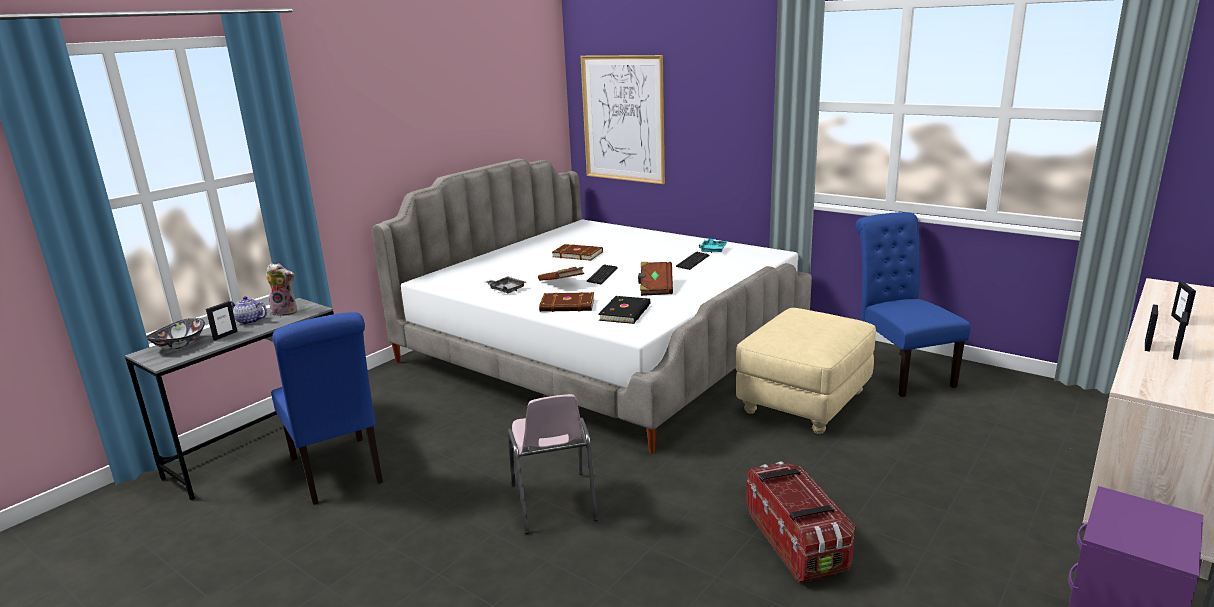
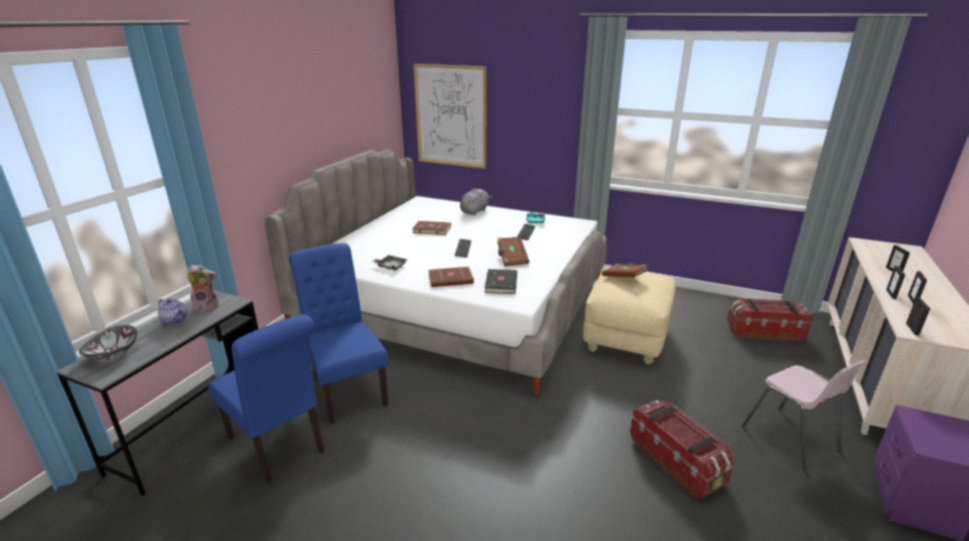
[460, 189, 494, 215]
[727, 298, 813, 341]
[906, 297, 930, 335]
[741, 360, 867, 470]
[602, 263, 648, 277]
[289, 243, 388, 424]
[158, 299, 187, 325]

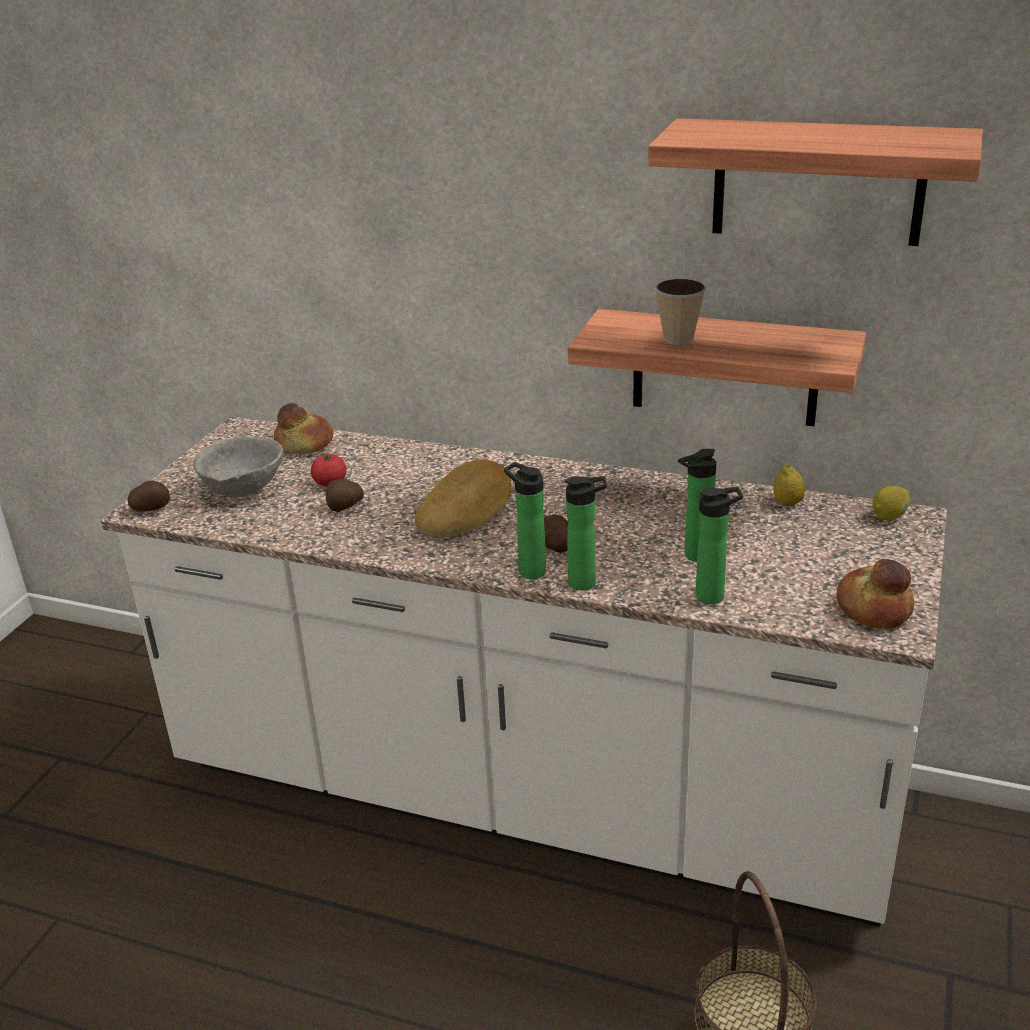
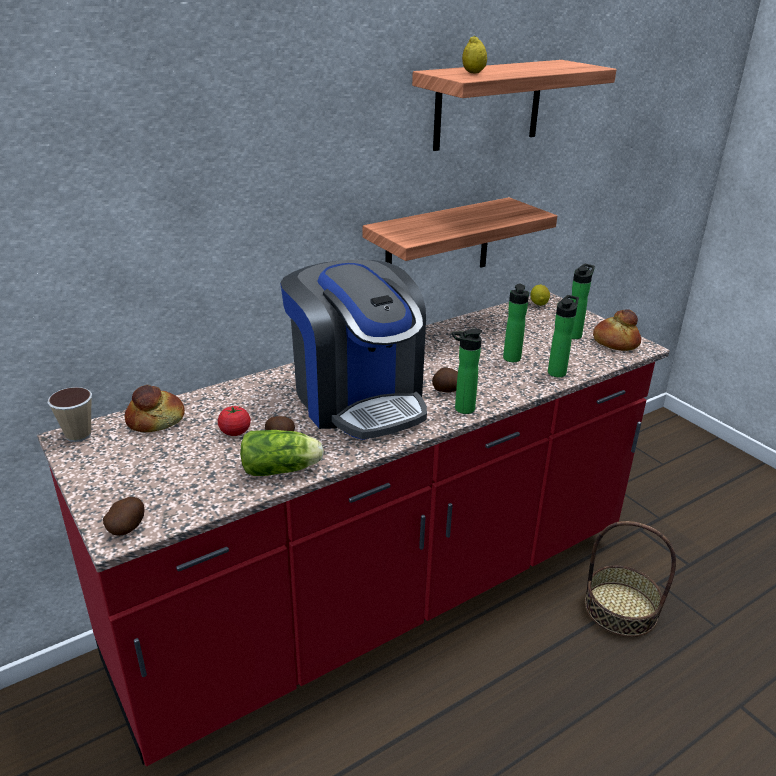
[193, 436, 283, 498] (first image)
[240, 430, 324, 476]
[571, 264, 595, 339]
[47, 387, 92, 442]
[462, 36, 487, 73]
[280, 260, 427, 440]
[37, 292, 670, 766]

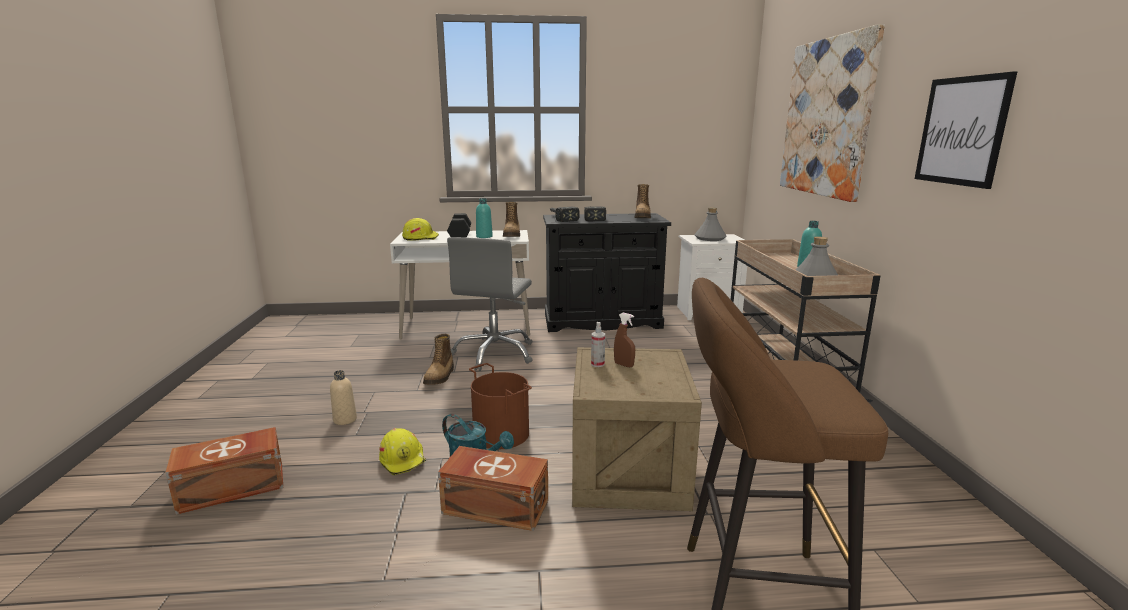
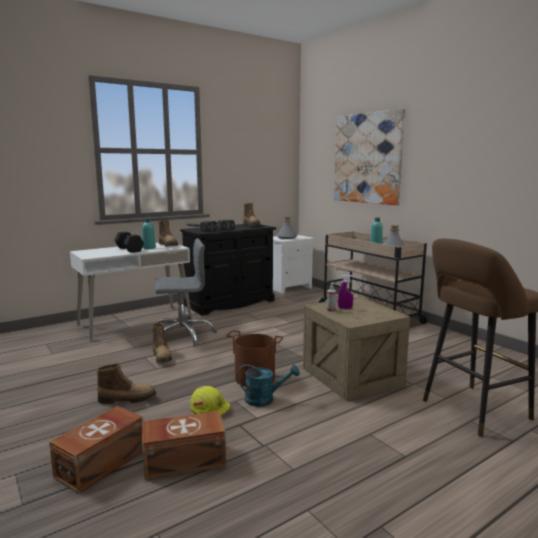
[402, 218, 439, 241] (first image)
[915, 71, 1018, 189] (first image)
[142, 411, 226, 480]
[97, 363, 156, 404]
[338, 275, 353, 309]
[152, 238, 217, 347]

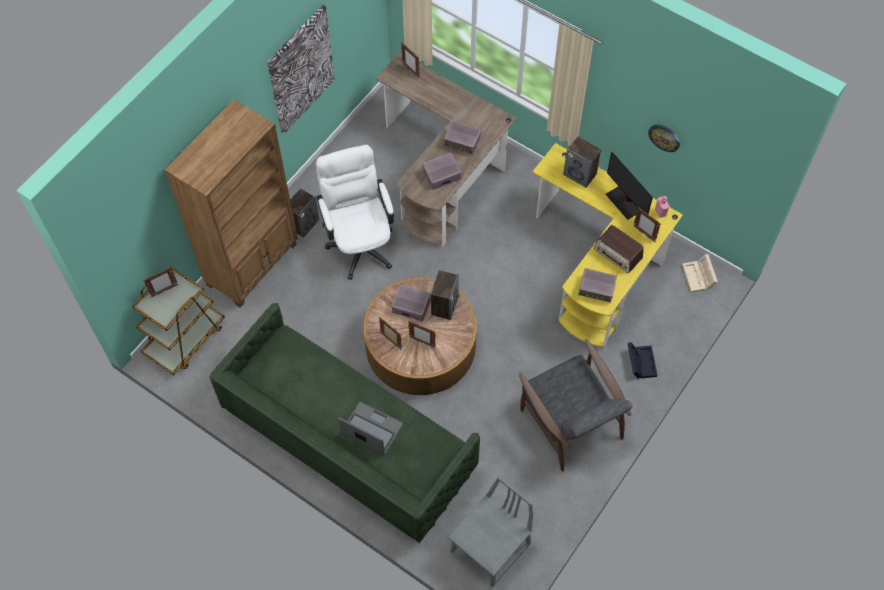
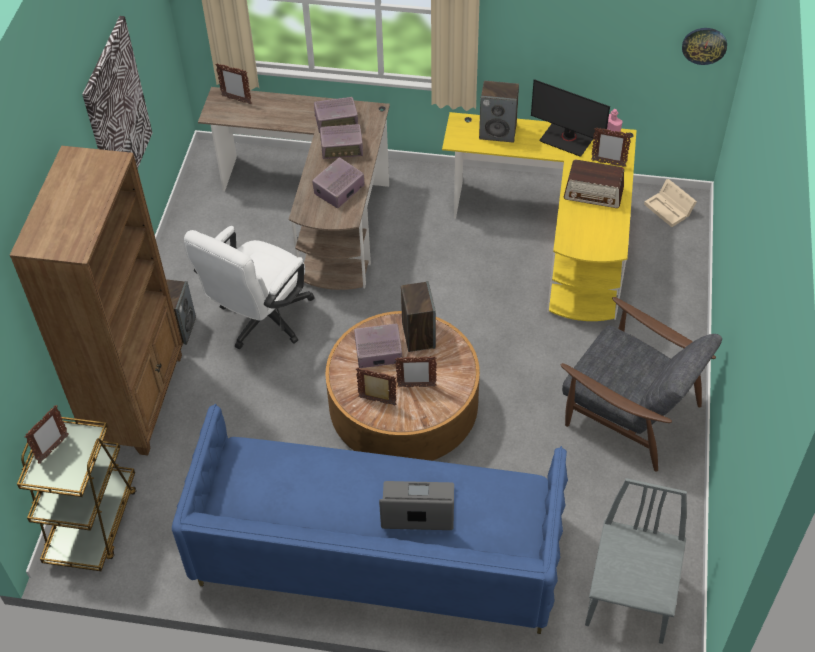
[627, 342, 657, 379] (first image)
[314, 97, 358, 133]
[682, 28, 727, 65]
[172, 404, 568, 634]
[184, 226, 315, 349]

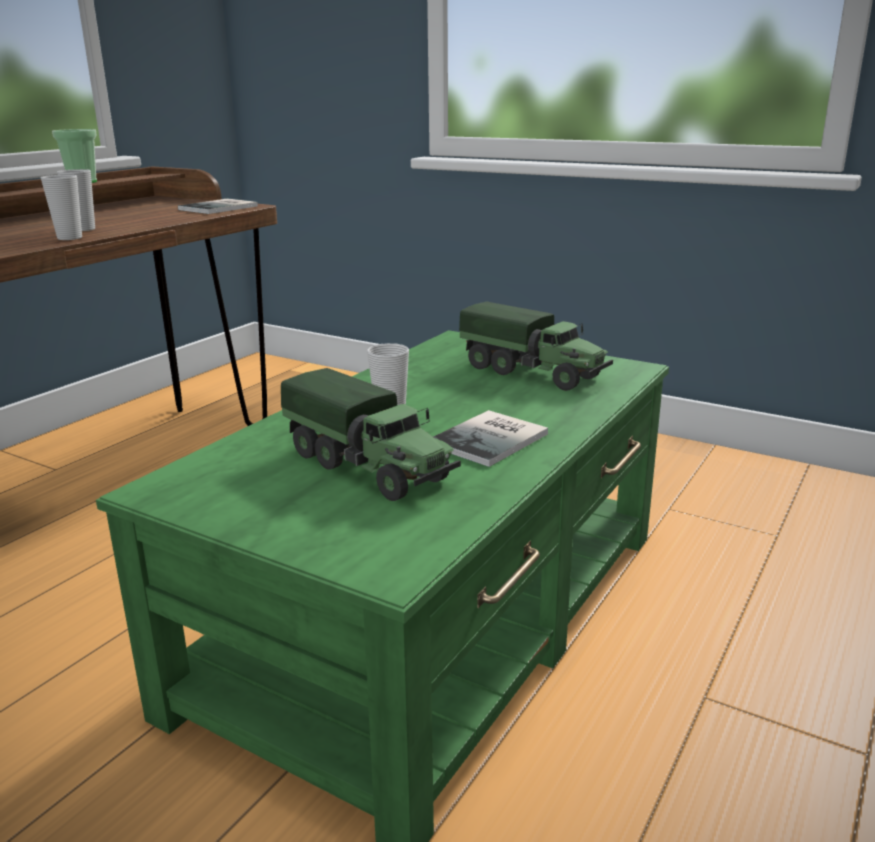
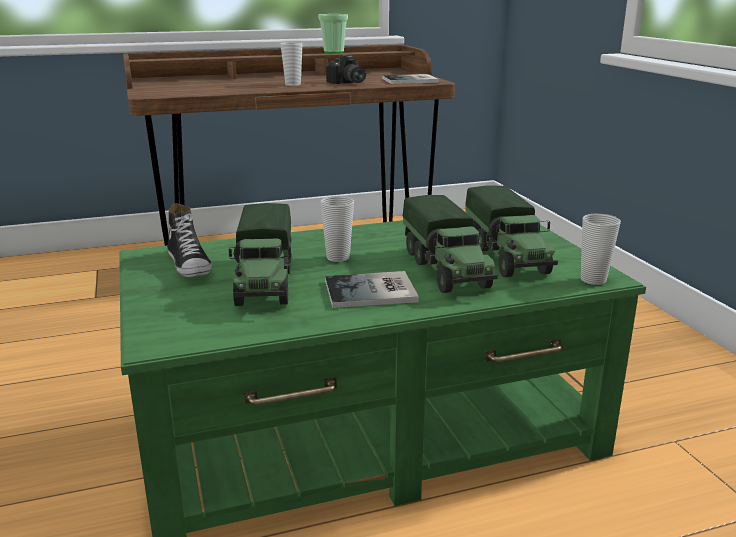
[167, 203, 212, 277]
[326, 54, 366, 84]
[403, 195, 498, 293]
[581, 214, 621, 285]

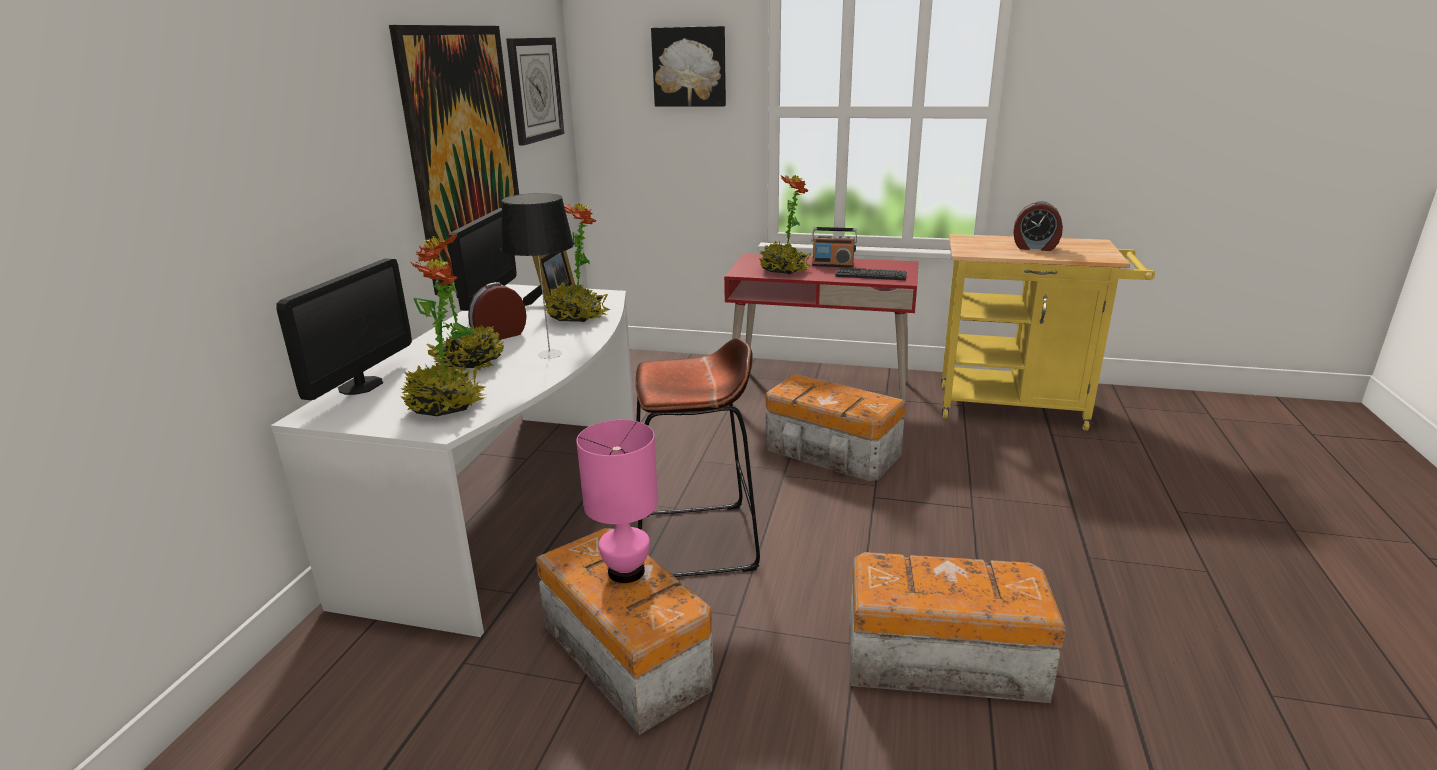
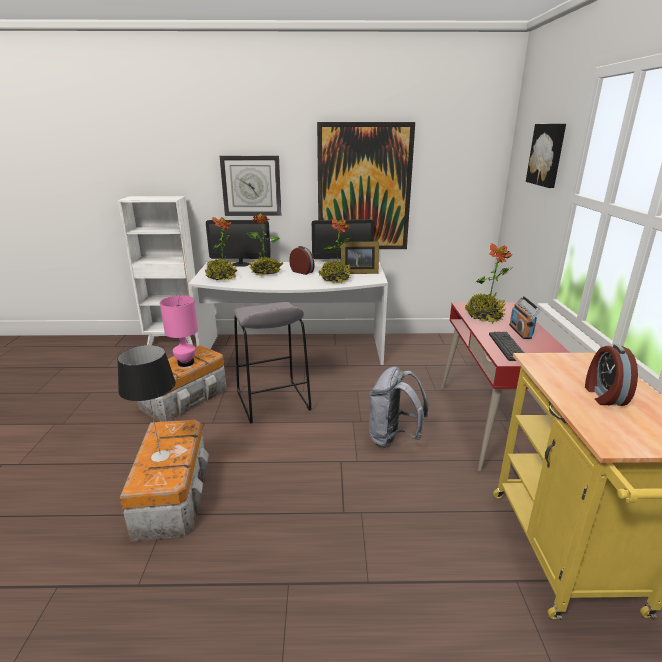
[118, 196, 195, 345]
[117, 345, 176, 462]
[220, 156, 282, 216]
[369, 366, 428, 448]
[234, 302, 312, 423]

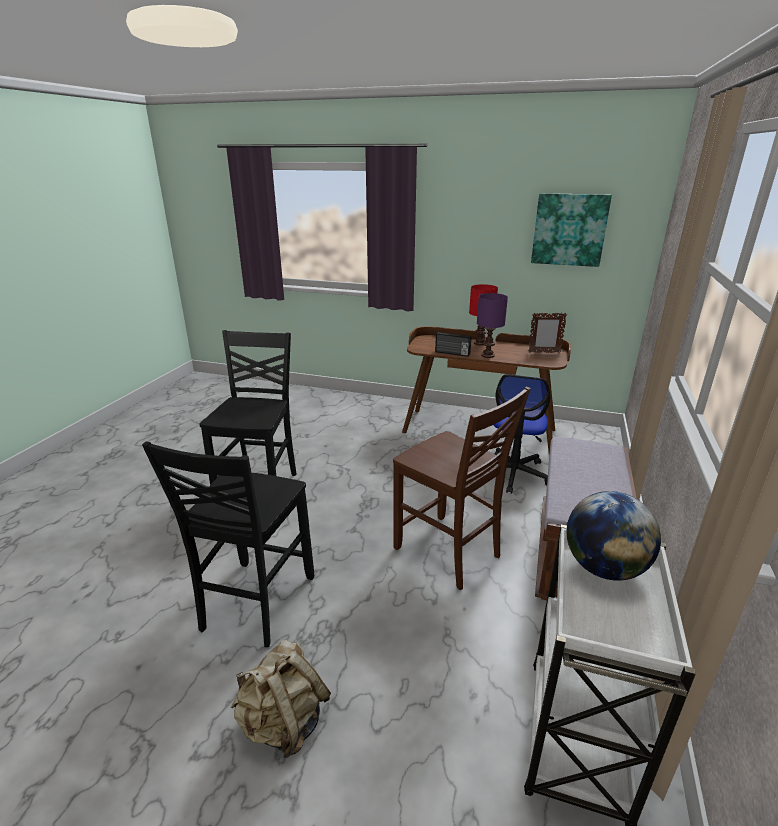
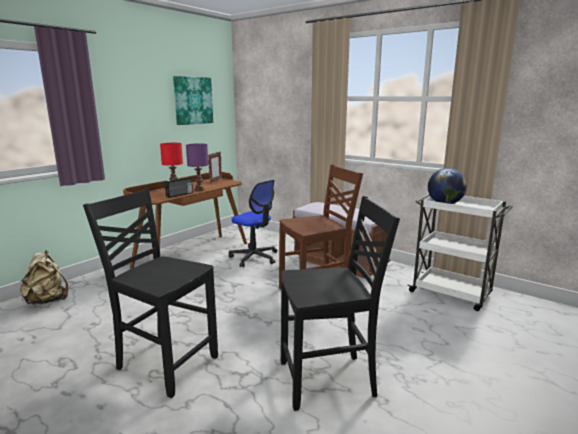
[20, 250, 68, 305]
[281, 196, 400, 411]

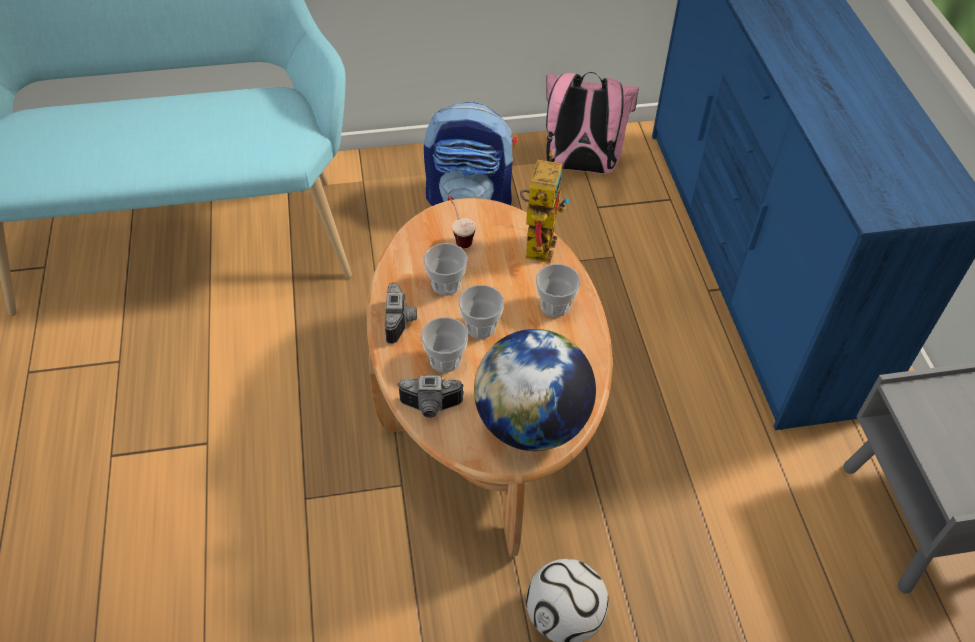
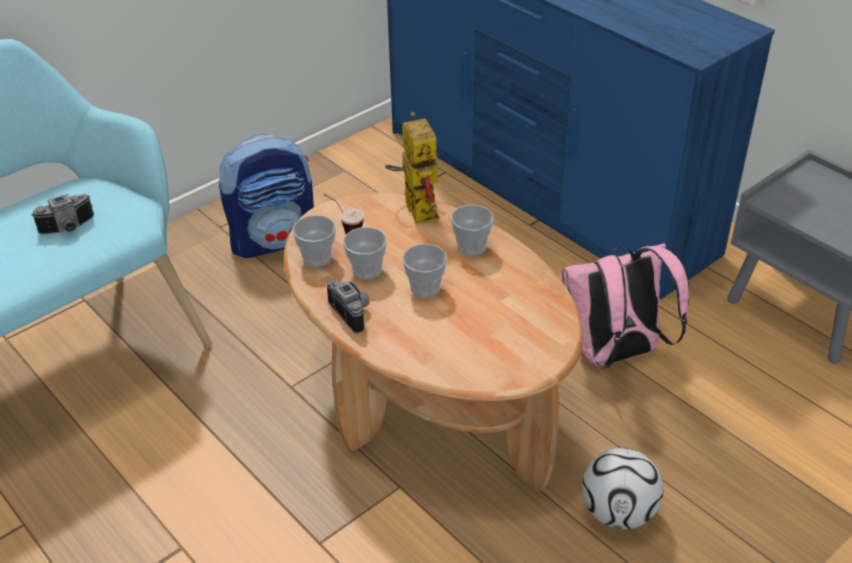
[474, 329, 596, 451] (first image)
[31, 194, 94, 234]
[292, 215, 336, 267]
[562, 243, 689, 368]

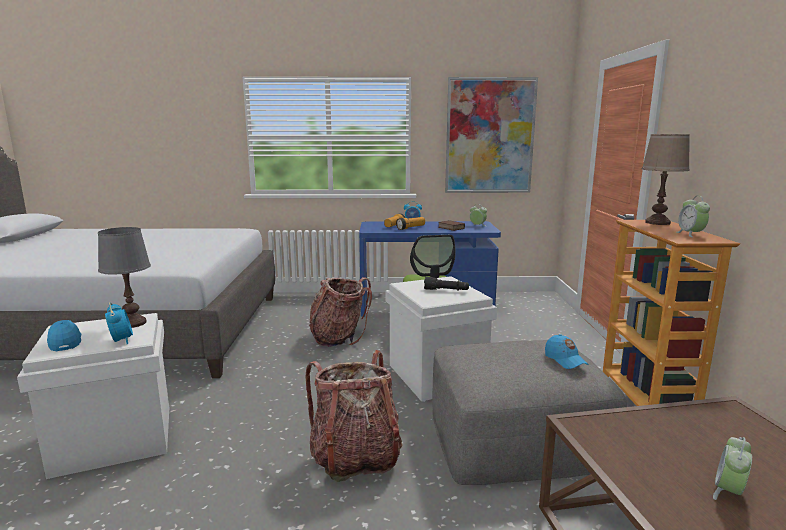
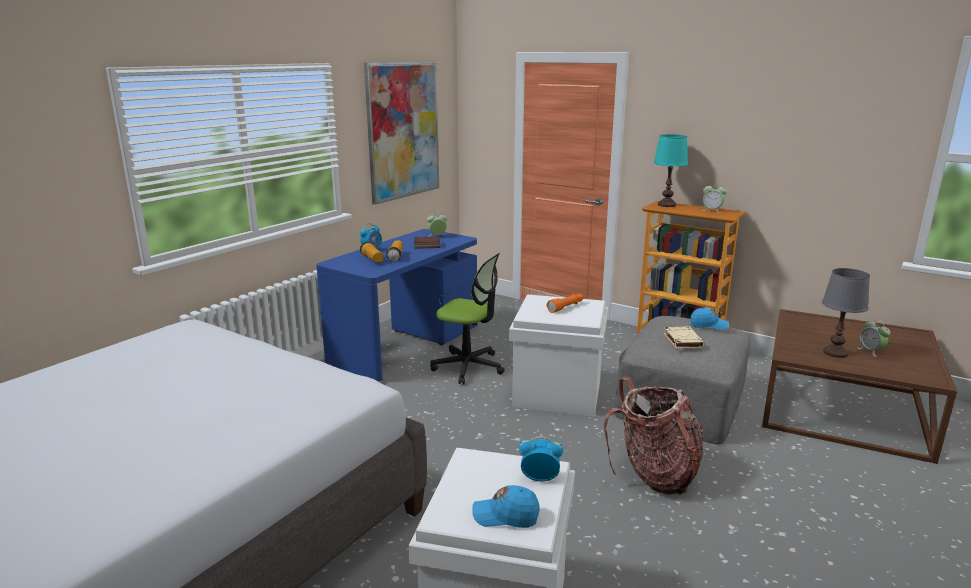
[309, 277, 372, 347] (first image)
[664, 326, 705, 349]
[822, 268, 870, 358]
[547, 294, 583, 313]
[654, 134, 688, 207]

